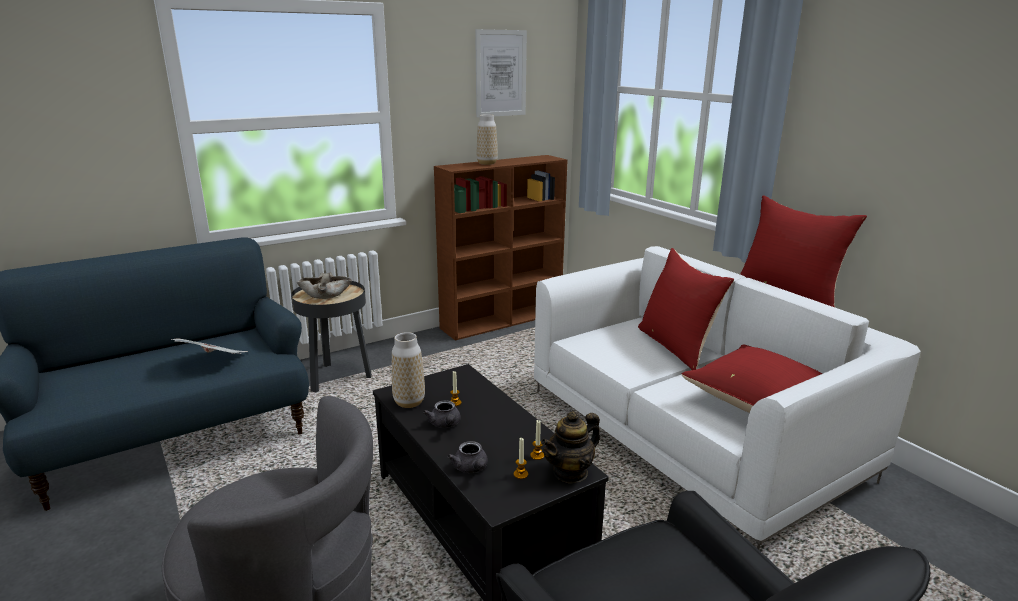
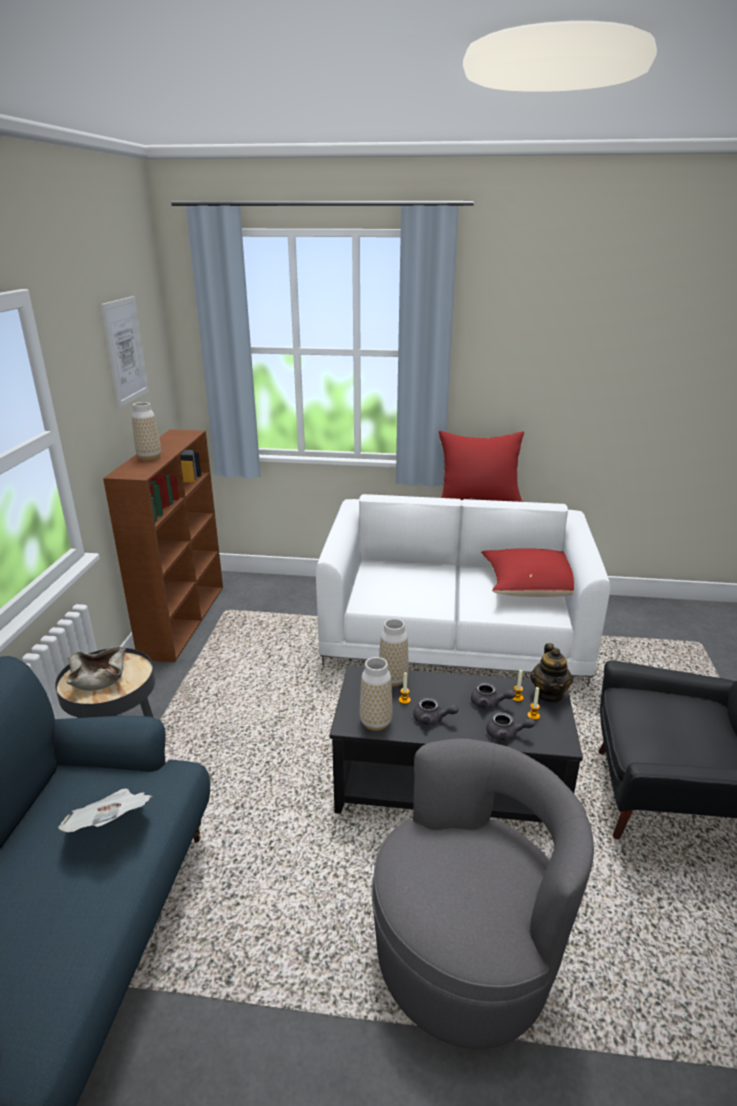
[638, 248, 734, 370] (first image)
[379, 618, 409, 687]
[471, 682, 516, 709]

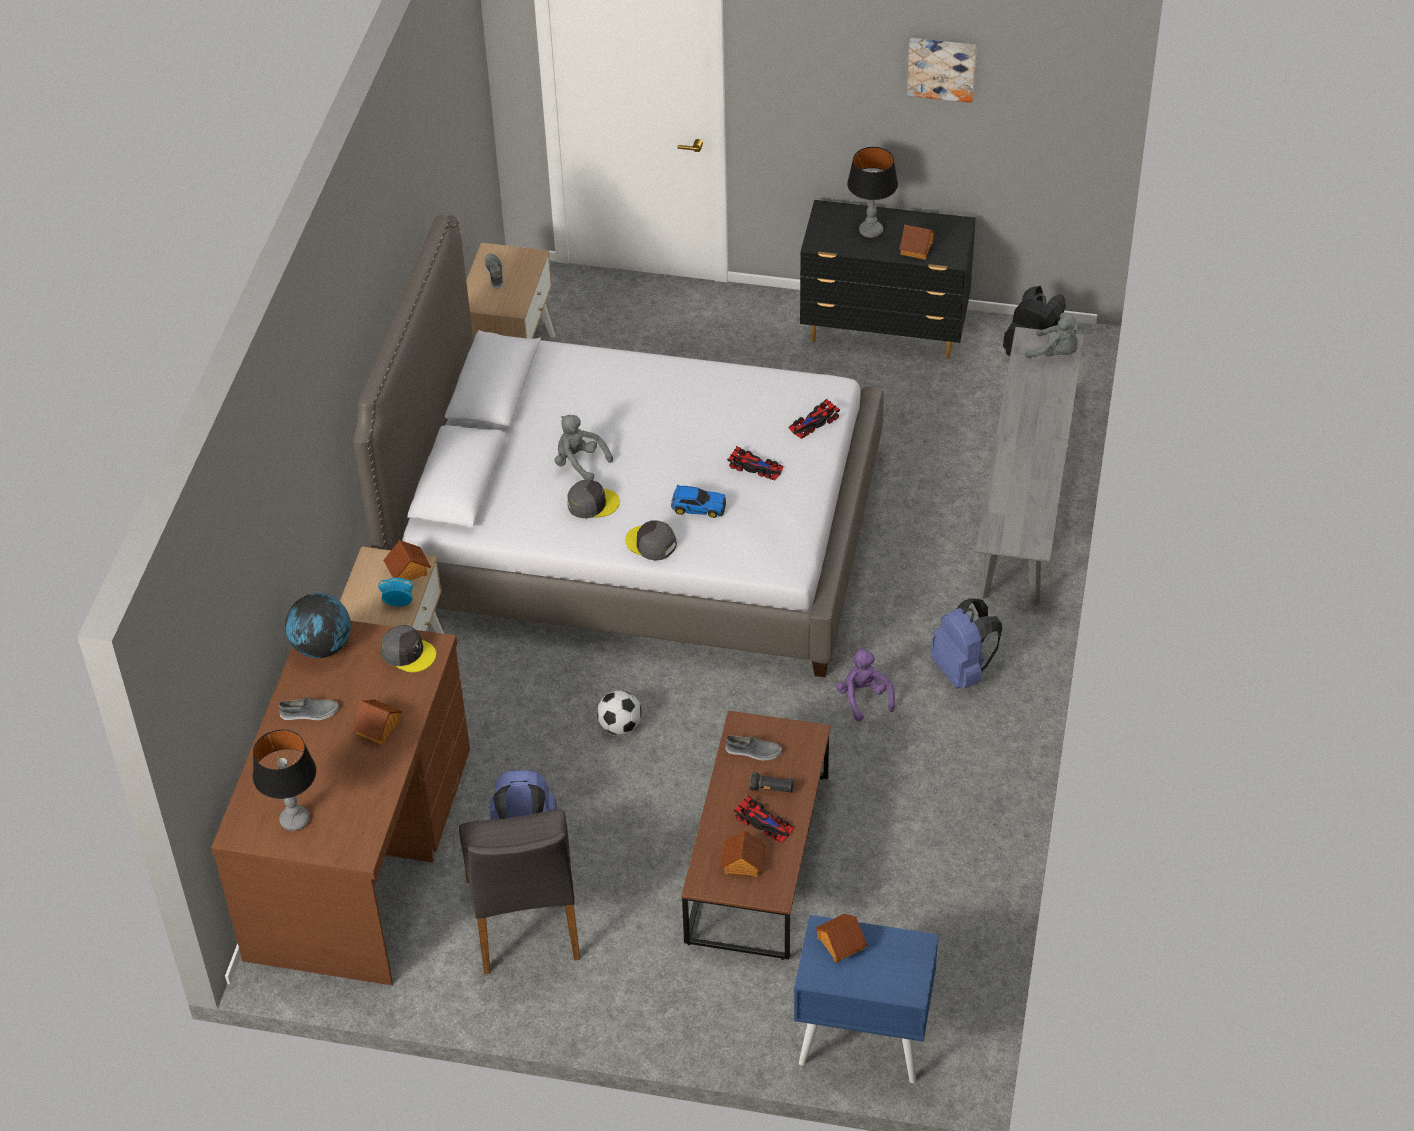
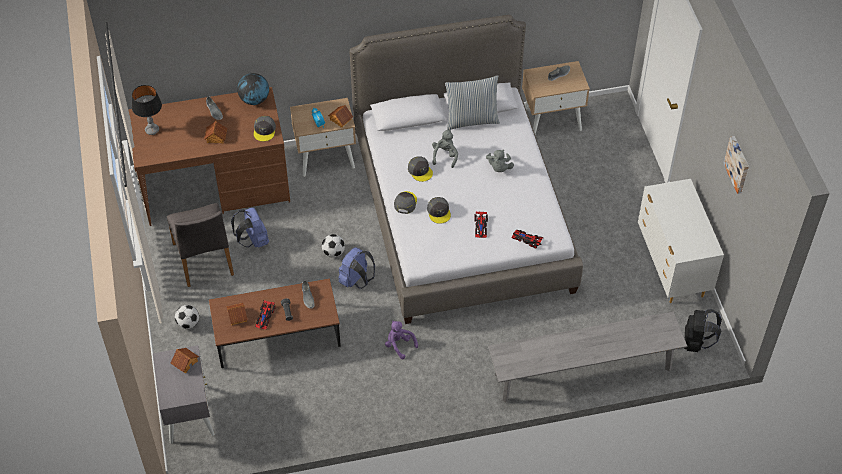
[847, 147, 898, 238] (first image)
[899, 224, 935, 260] (first image)
[175, 305, 199, 329]
[445, 75, 500, 130]
[339, 247, 375, 289]
[486, 149, 514, 172]
[427, 197, 451, 224]
[153, 345, 215, 444]
[638, 179, 724, 303]
[167, 203, 234, 287]
[385, 321, 418, 359]

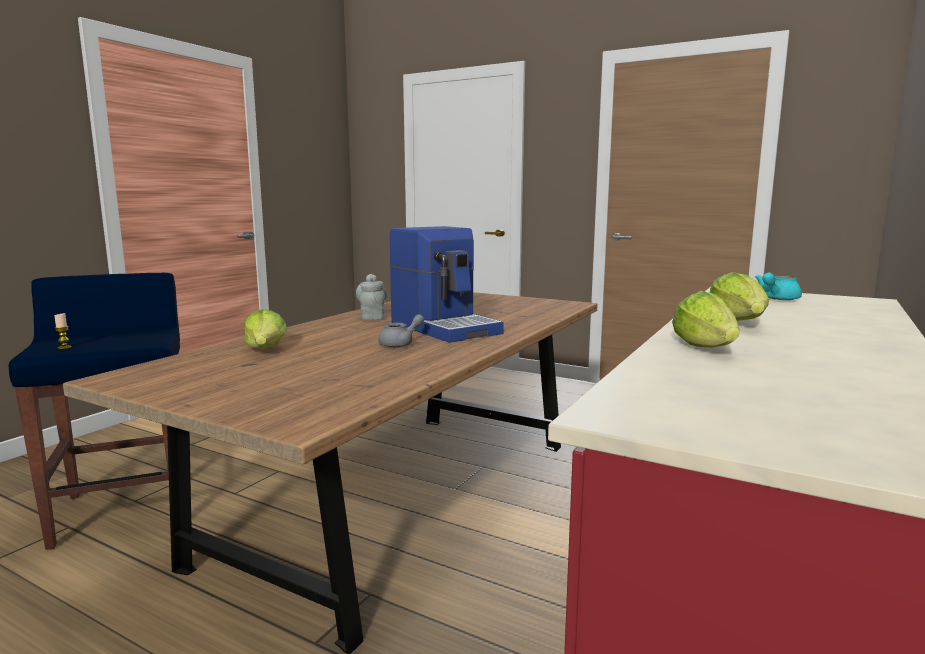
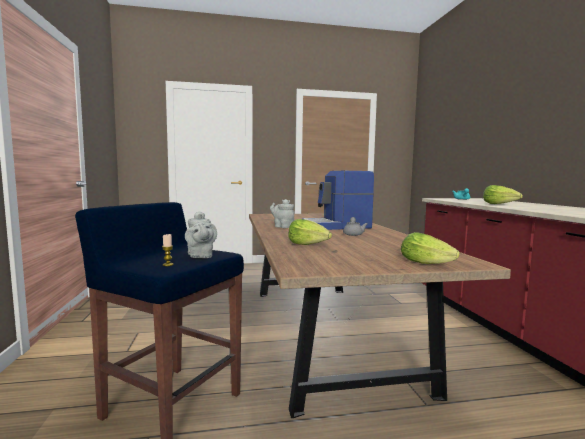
[185, 211, 217, 258]
[401, 232, 460, 264]
[302, 171, 374, 230]

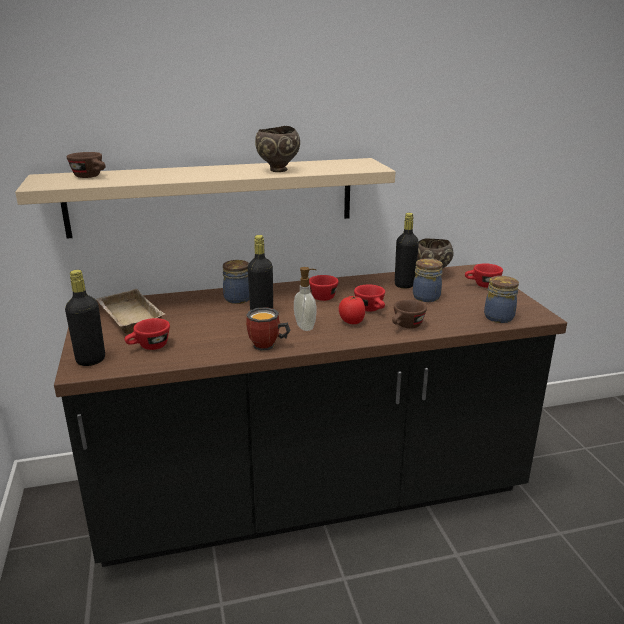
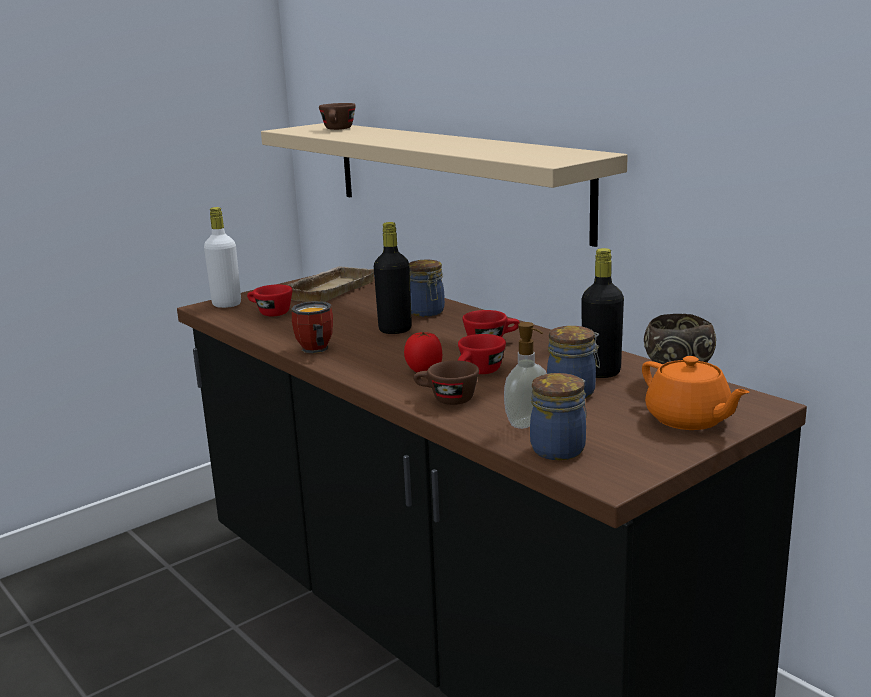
[255, 126, 300, 172] (first image)
[504, 322, 547, 429]
[642, 356, 749, 430]
[204, 207, 241, 308]

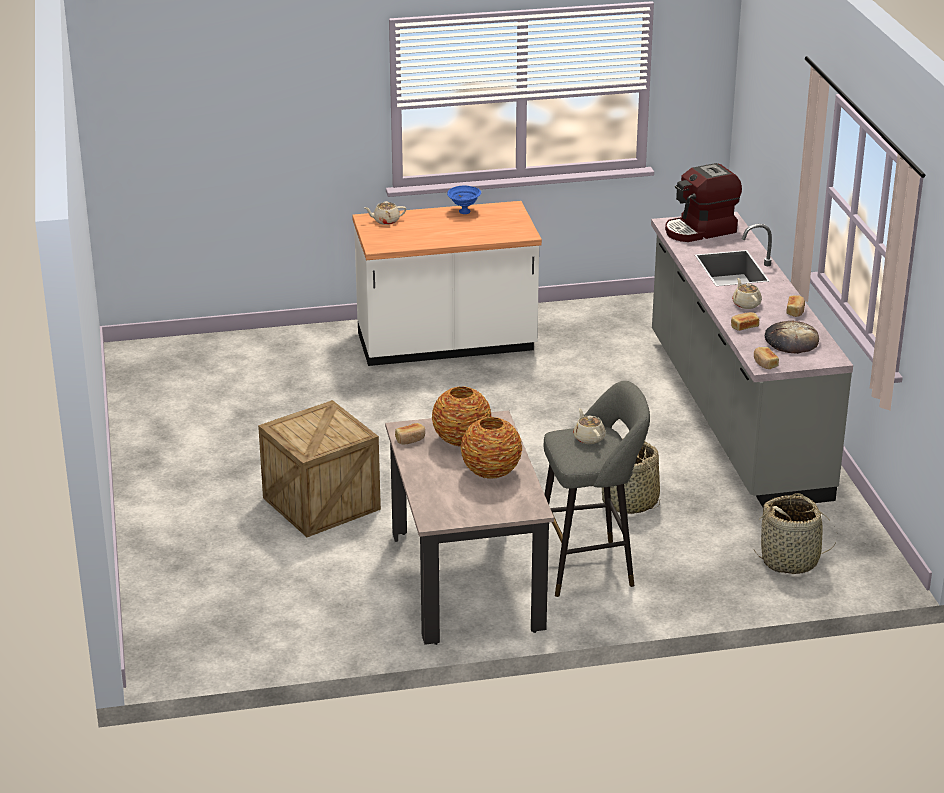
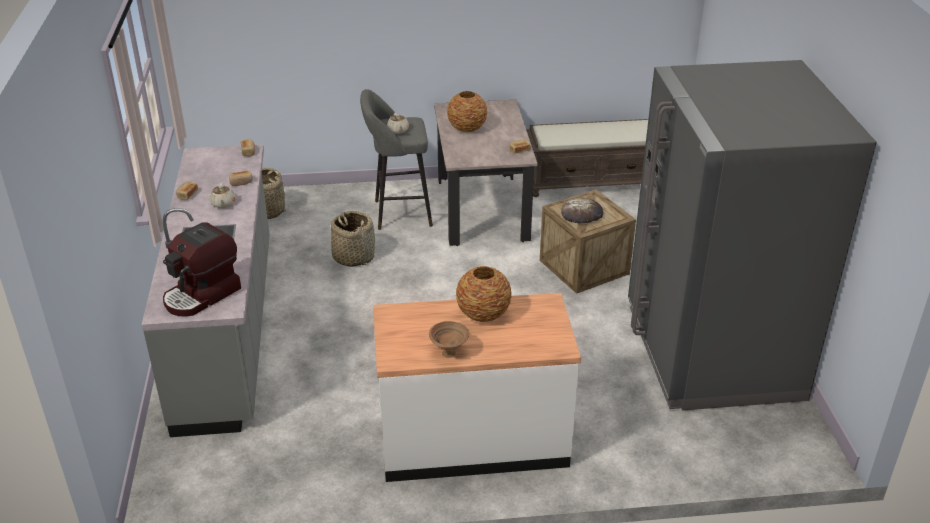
[364, 201, 406, 225] (first image)
[526, 119, 648, 197]
[628, 60, 877, 411]
[456, 266, 512, 322]
[561, 197, 603, 224]
[429, 321, 469, 357]
[163, 222, 241, 316]

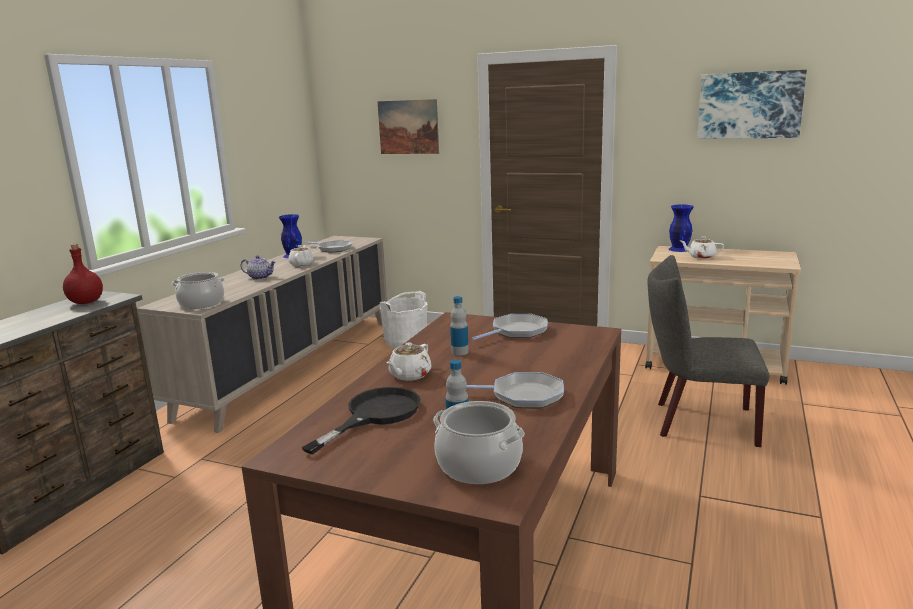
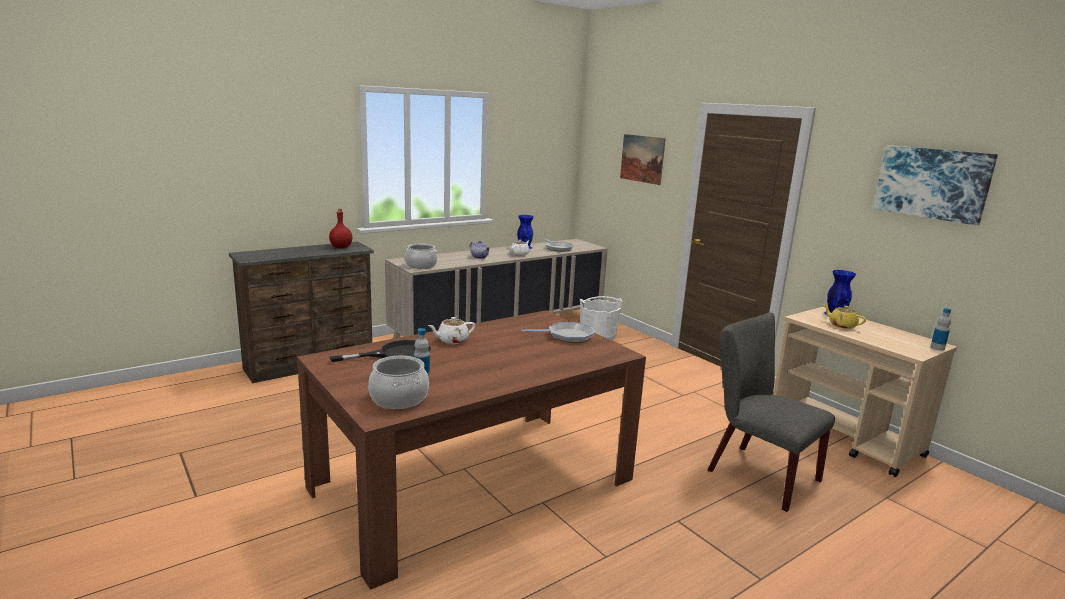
[466, 372, 564, 408] (first image)
[930, 308, 951, 351]
[824, 305, 866, 329]

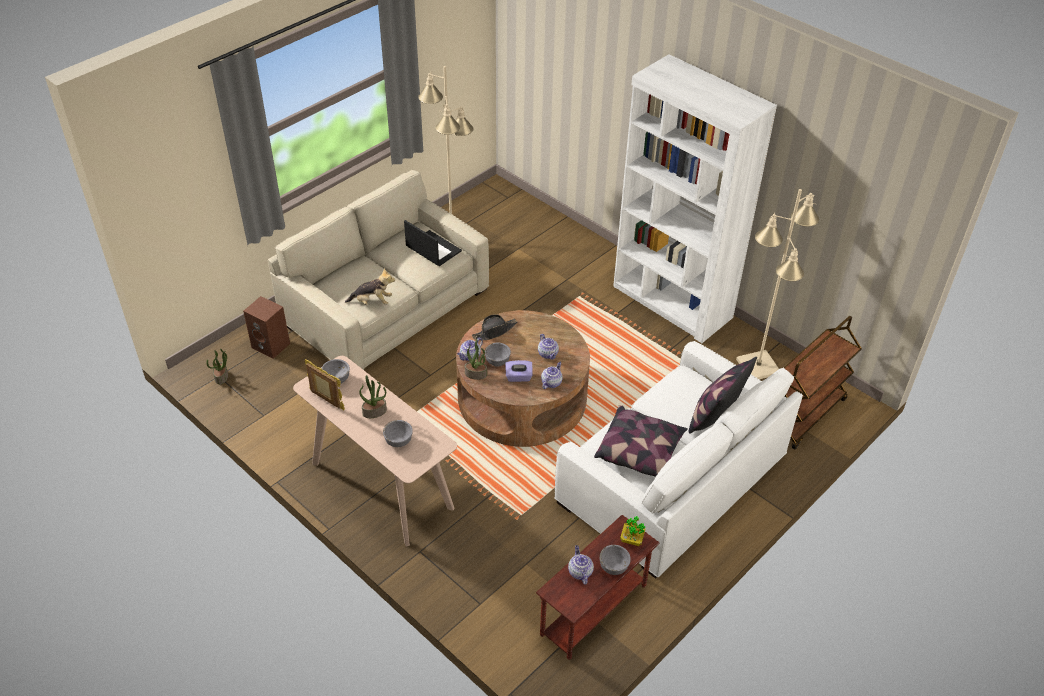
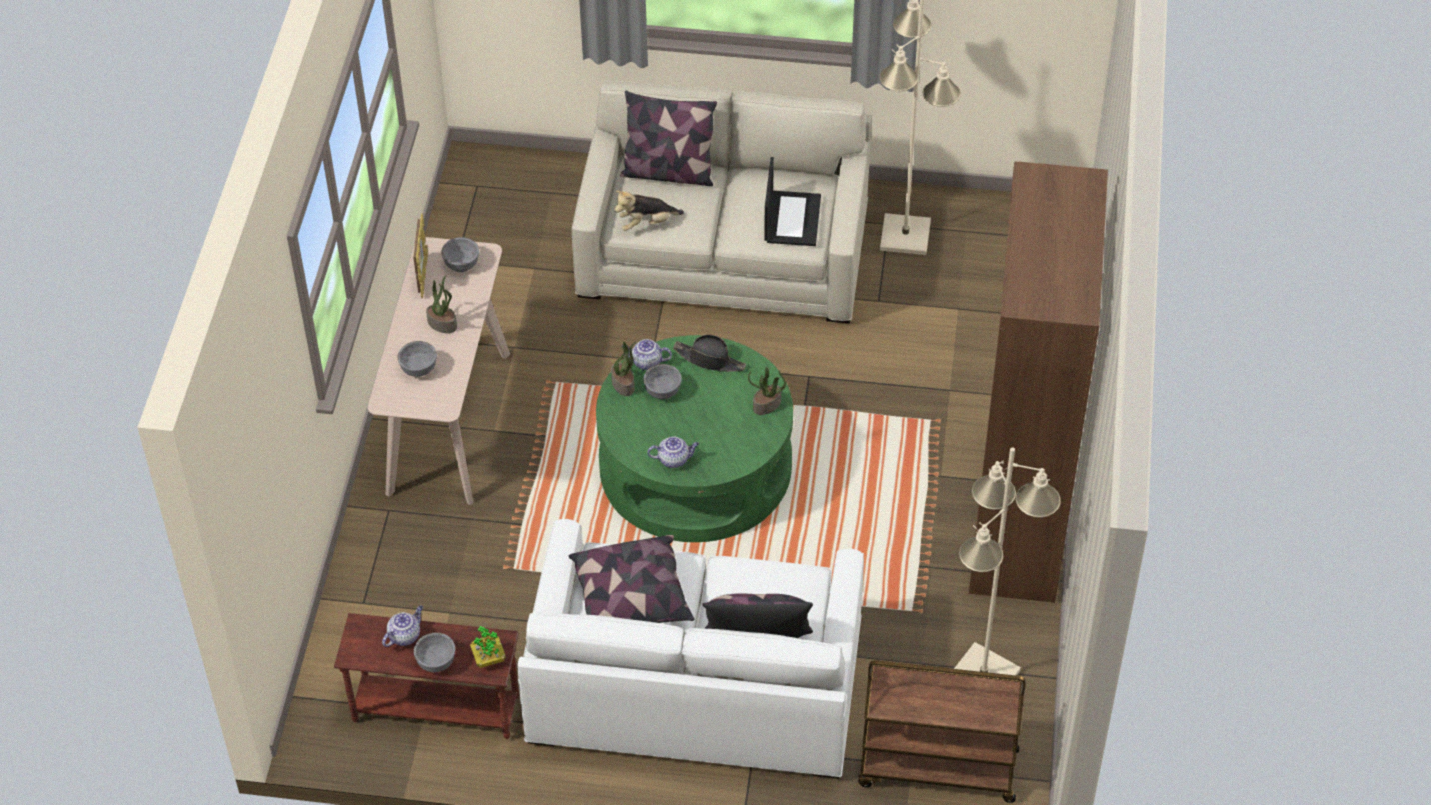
[243, 296, 290, 359] (first image)
[505, 360, 533, 382] (first image)
[538, 334, 559, 360] (first image)
[620, 91, 717, 186]
[748, 367, 786, 415]
[596, 335, 793, 542]
[969, 161, 1108, 603]
[615, 190, 684, 231]

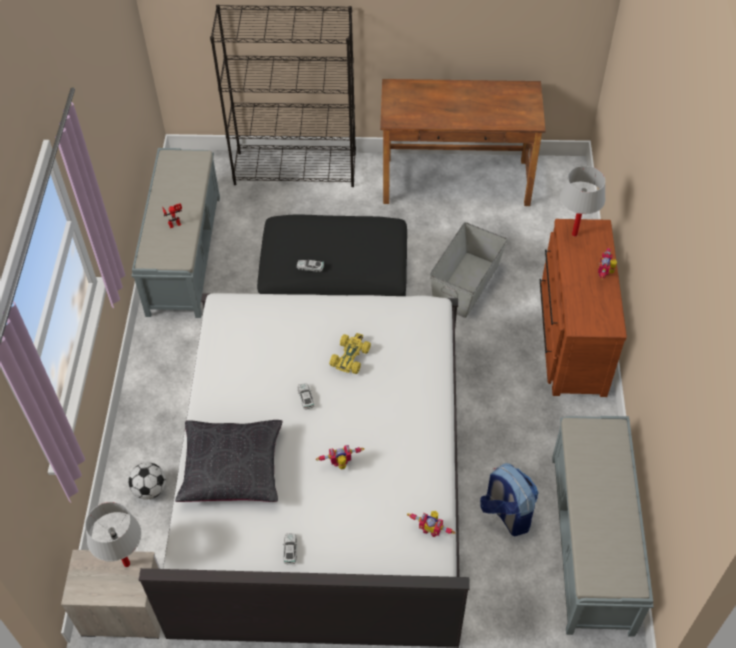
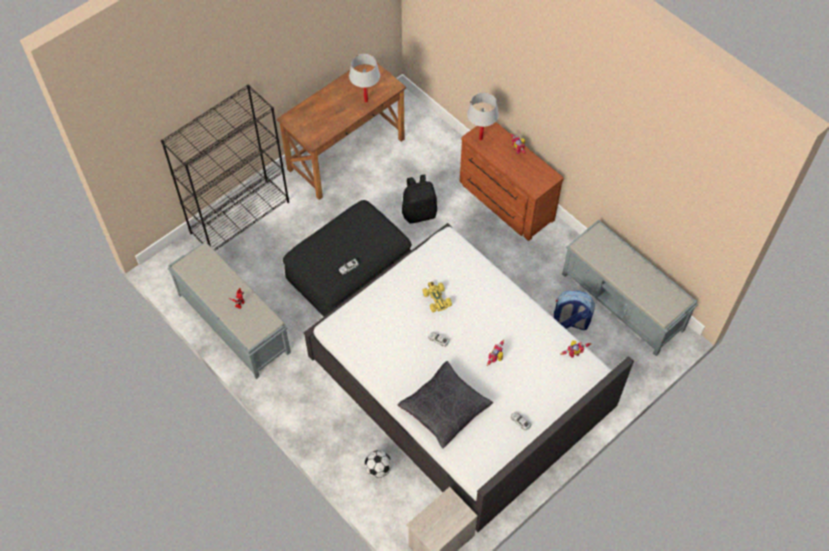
[349, 54, 380, 103]
[402, 174, 437, 224]

